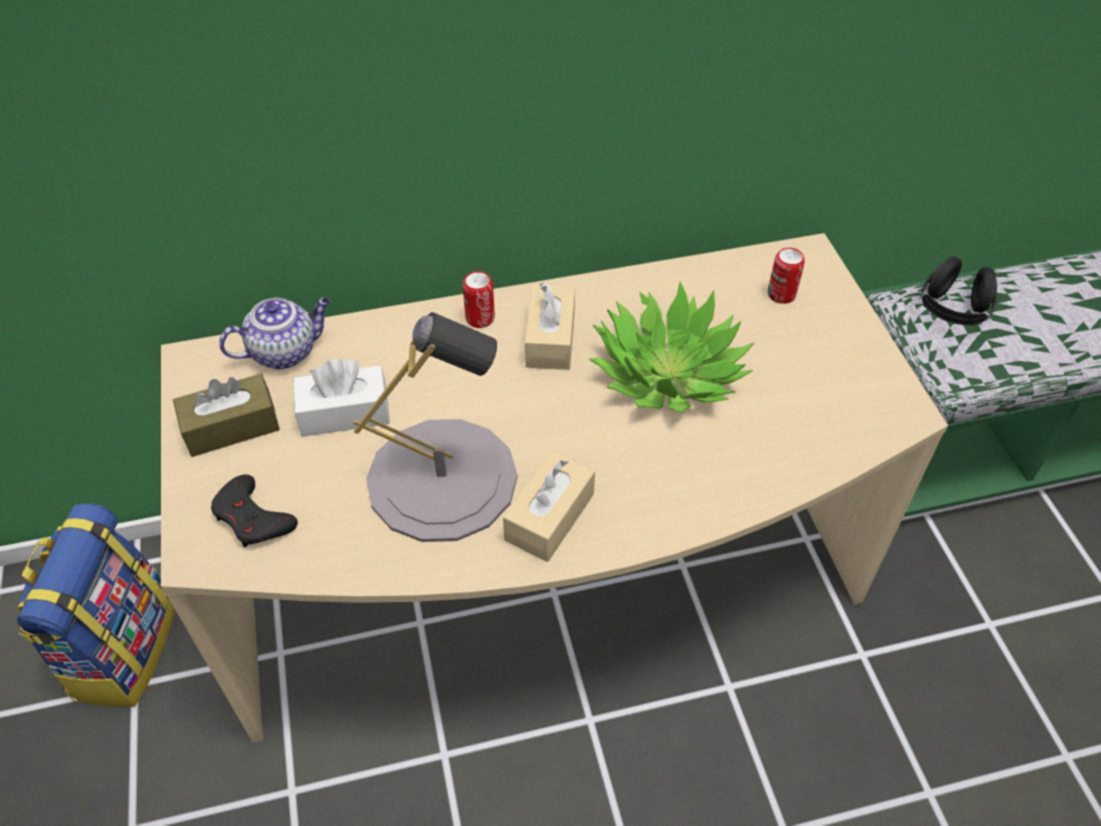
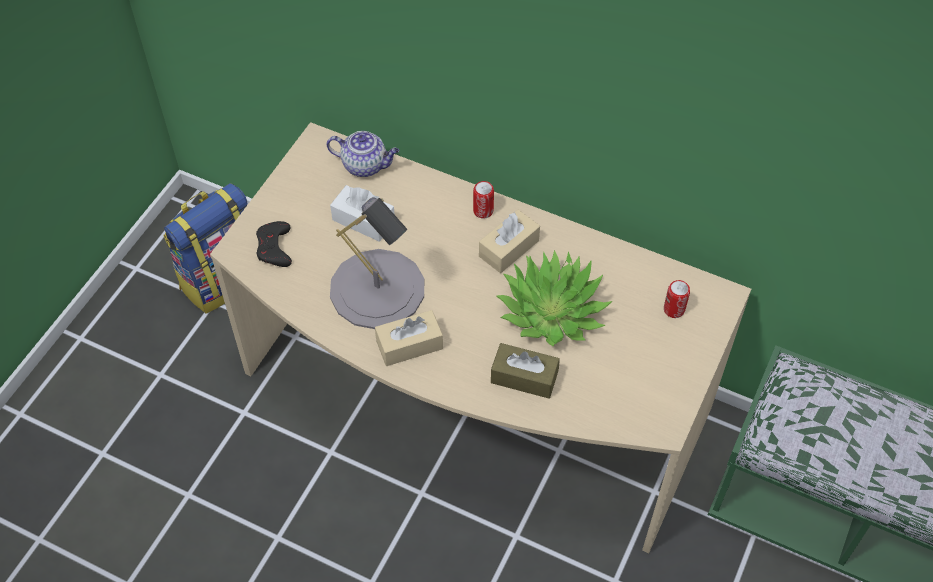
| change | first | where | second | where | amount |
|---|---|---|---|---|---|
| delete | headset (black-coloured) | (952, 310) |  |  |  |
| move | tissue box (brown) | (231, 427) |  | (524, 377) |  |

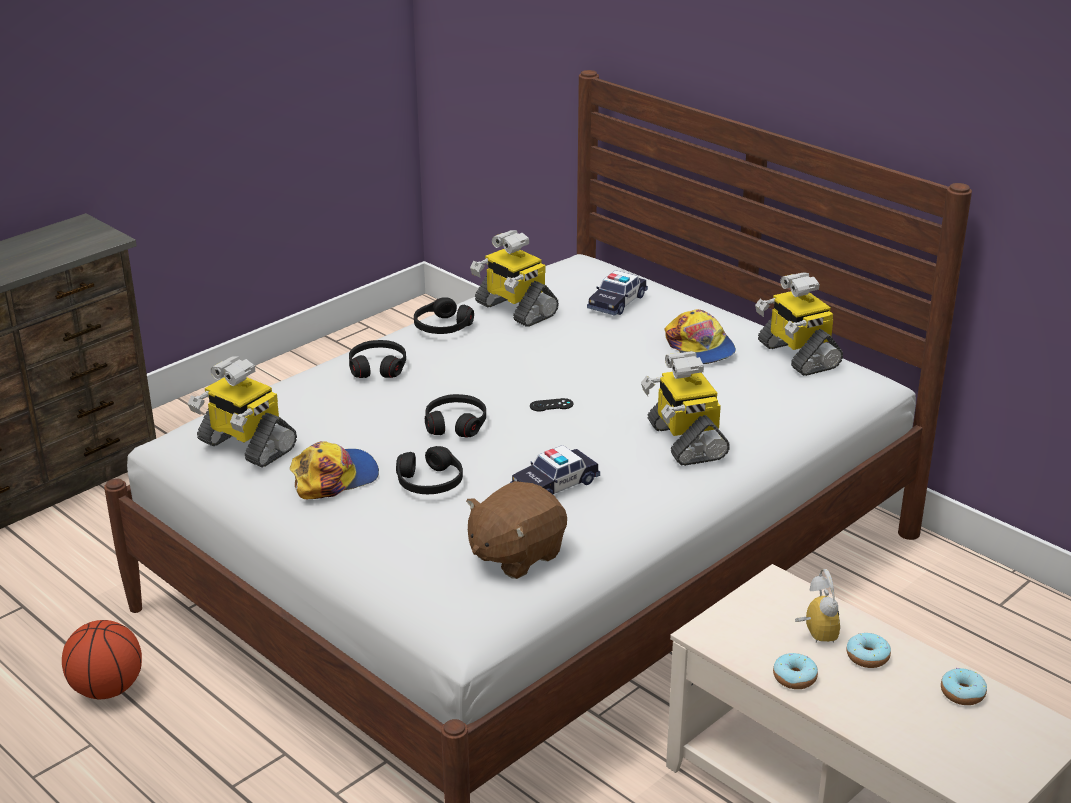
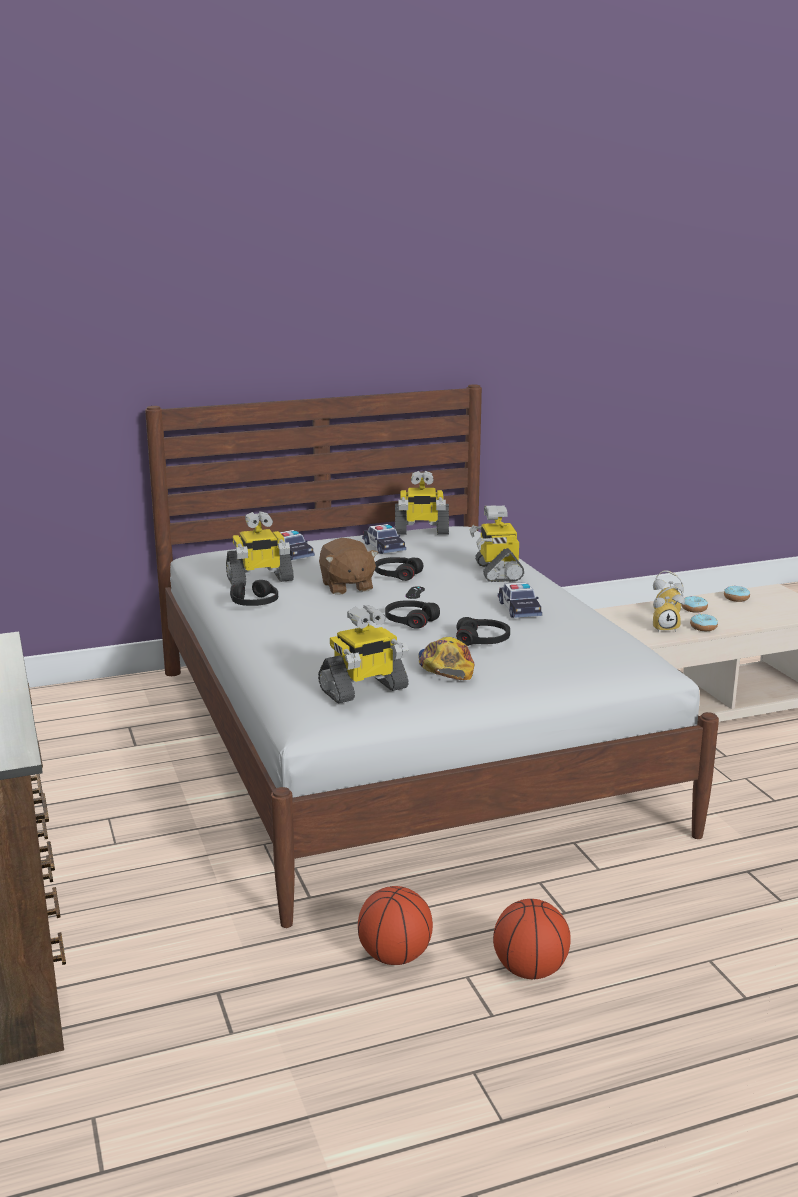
| change | first | where | second | where | amount |
|---|---|---|---|---|---|
| replace | cap | (700, 347) | miniature car | (383, 547) |  |
| move | headset (black-coloured) | (378, 367) |  | (397, 575) |  |
| rotate | toy robot | (684, 441) |  | (497, 571) | 75 degrees clockwise |
| move | cuddly toy (brown) | (515, 554) |  | (346, 586) |  |
| insert |  |  | table clock | (665, 628) |  |
| insert |  |  | basketball ball | (530, 970) |  |

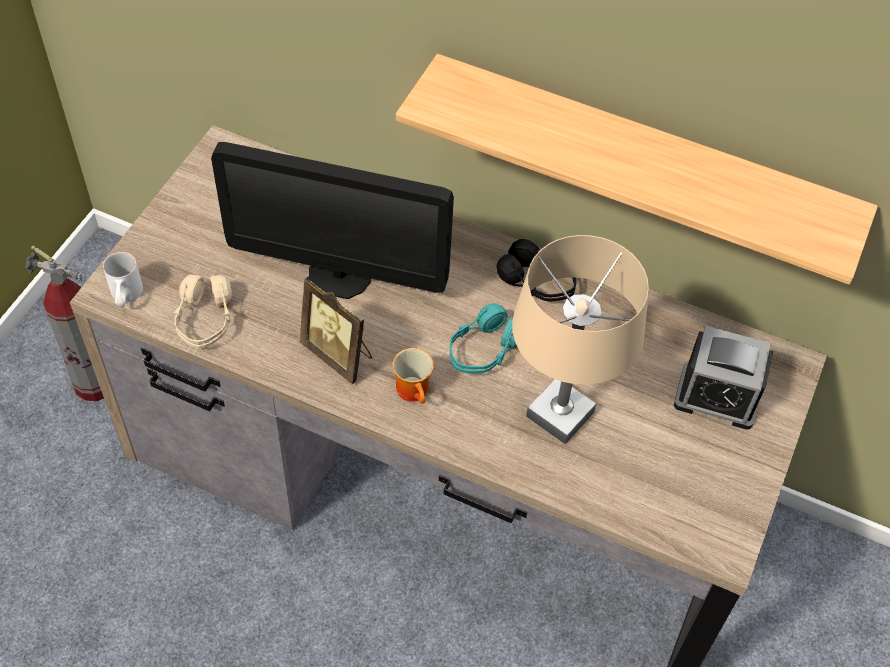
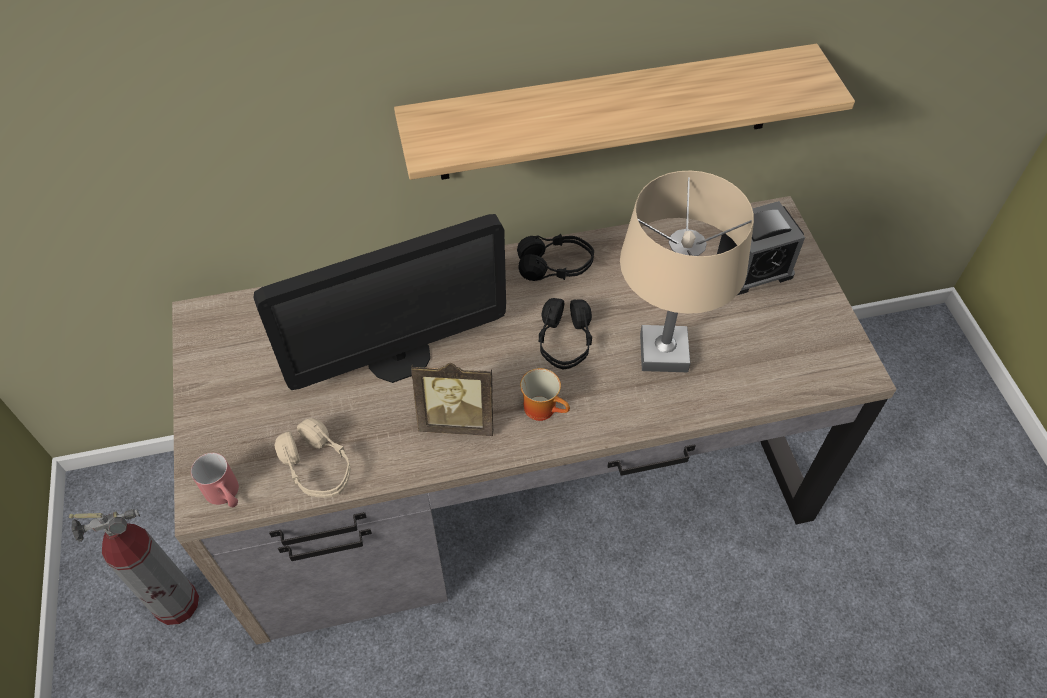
| change | first | where | second | where | amount |
|---|---|---|---|---|---|
| recolor | coffee mug (white-coloured) | (126, 297) | coffee mug (red) | (226, 495) |  |
| recolor | headset (turquoise) | (483, 350) | headset (black-coloured) | (565, 342) |  |

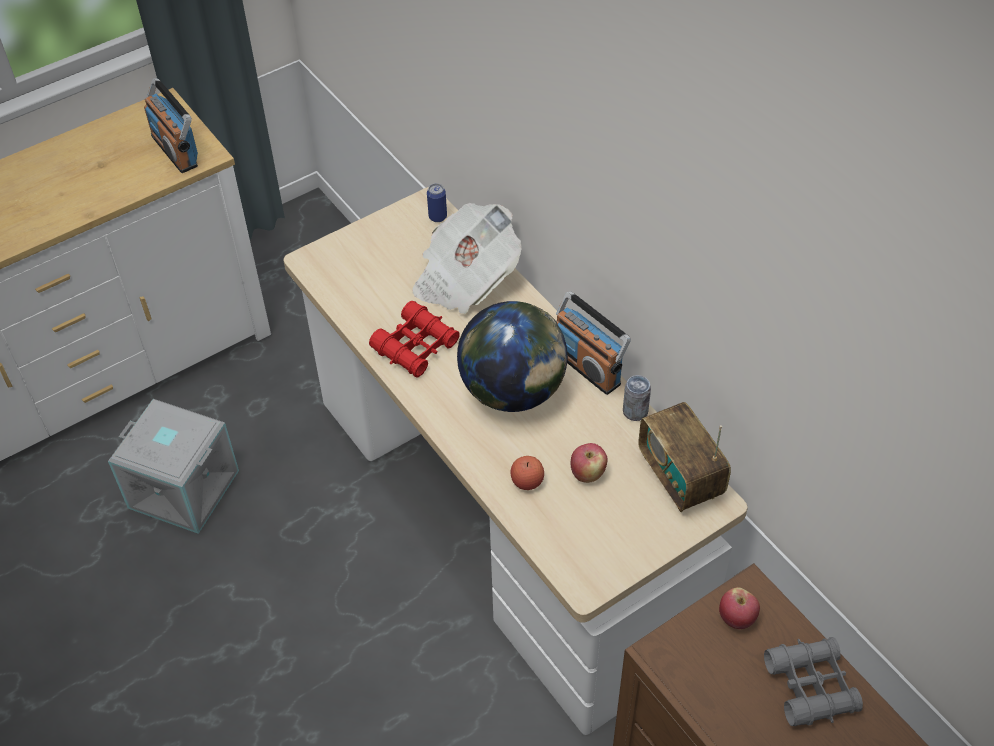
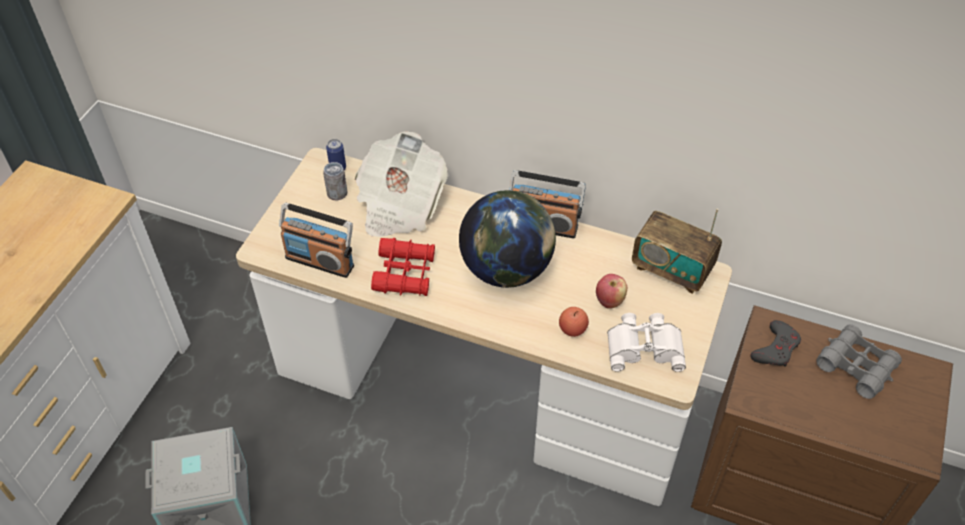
| change | first | where | second | where | amount |
|---|---|---|---|---|---|
| move | radio receiver | (175, 150) |  | (320, 261) |  |
| move | can | (635, 412) |  | (337, 193) |  |
| replace | whole apple | (737, 619) | game controller (greyish) | (776, 348) |  |
| insert |  |  | pair of binoculars (white-coloured) | (644, 346) |  |

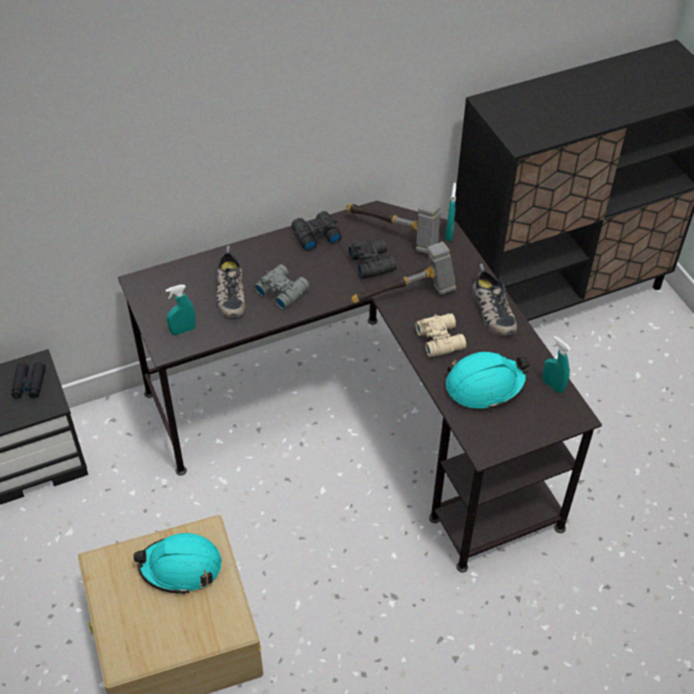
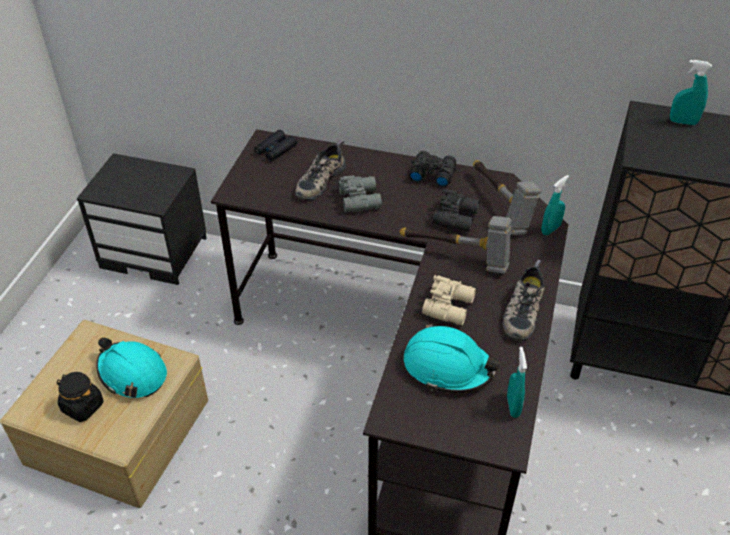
| change | first | where | second | where | amount |
|---|---|---|---|---|---|
| move | sprayer (turquoise) | (183, 330) |  | (683, 122) |  |
| move | pair of binoculars (black-coloured) | (29, 384) |  | (275, 150) |  |
| insert |  |  | storage jar (black-coloured) | (82, 406) |  |

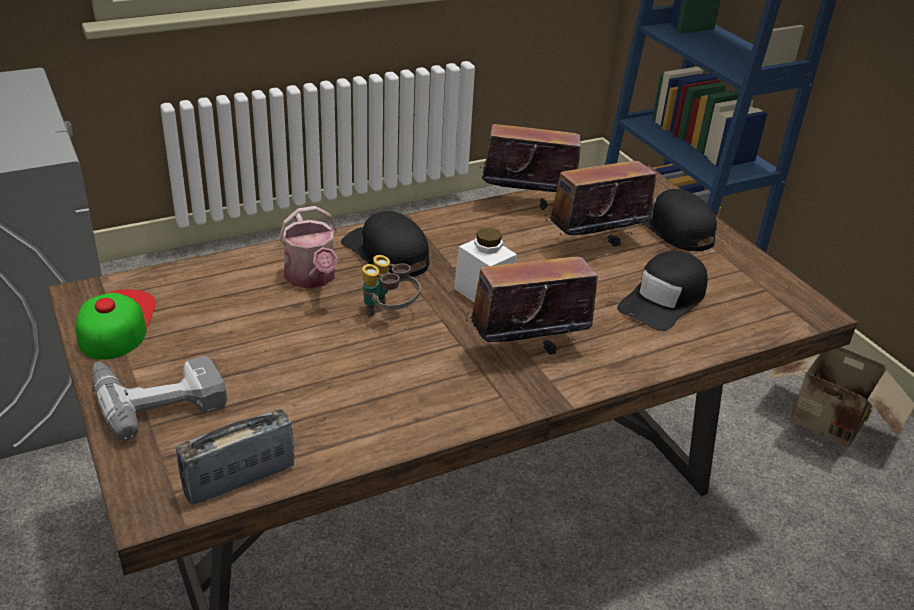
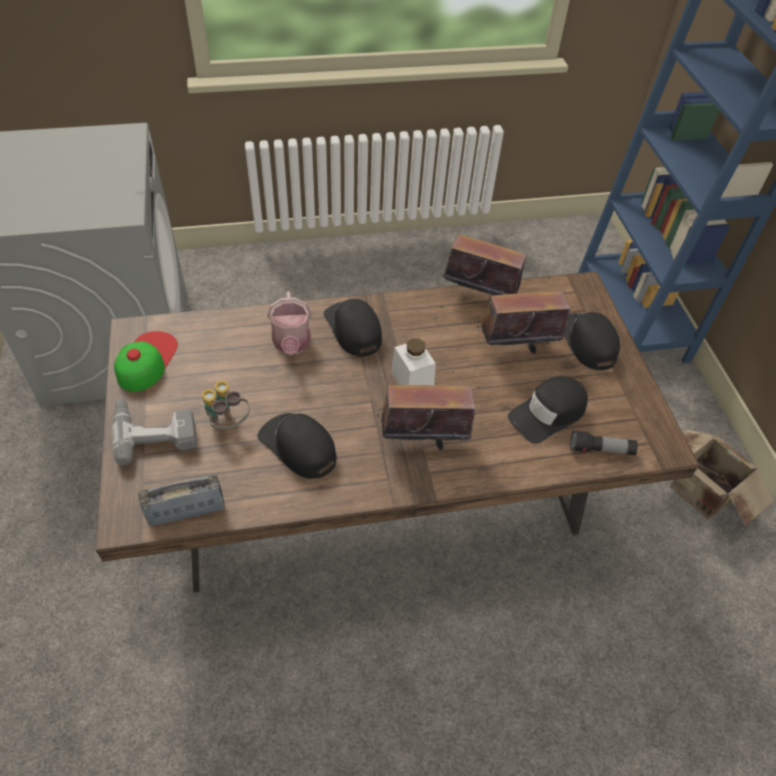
| change | first | where | second | where | amount |
|---|---|---|---|---|---|
| move | pair of binoculars | (388, 314) |  | (228, 423) |  |
| insert |  |  | cap (black-coloured) | (298, 447) |  |
| insert |  |  | torch | (601, 450) |  |

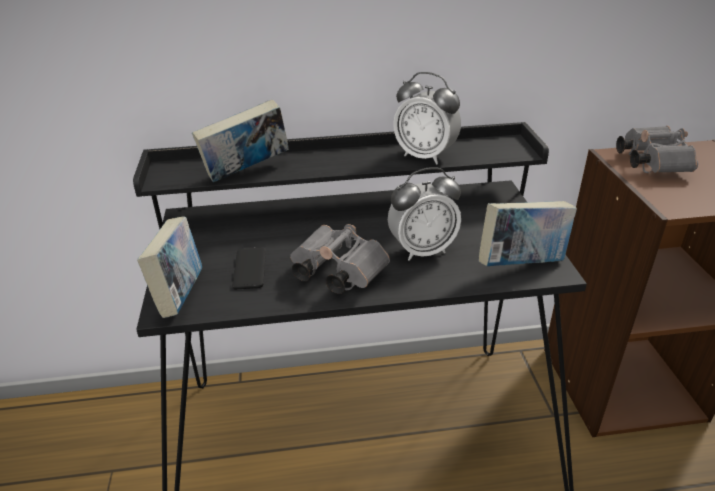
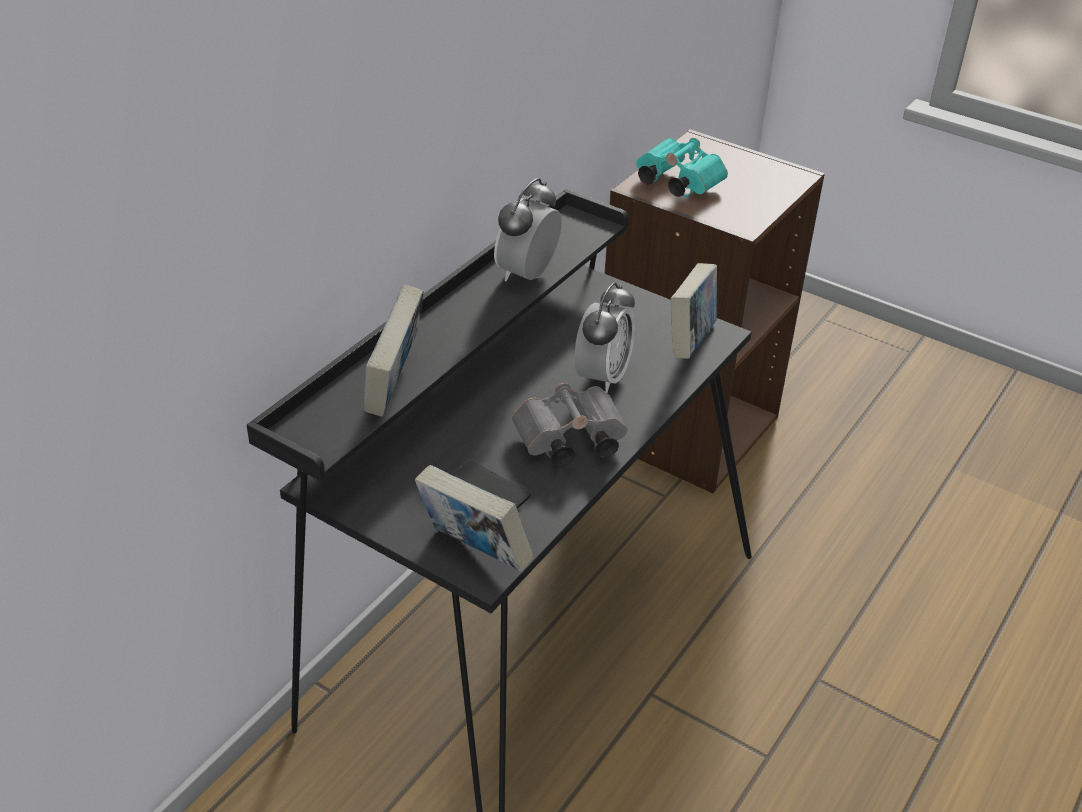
| change | first | where | second | where | amount |
|---|---|---|---|---|---|
| rotate | table clock | (425, 156) |  | (527, 274) | 135 degrees clockwise |
| recolor | pair of binoculars (greyish) | (650, 162) | pair of binoculars (turquoise) | (675, 182) |  |

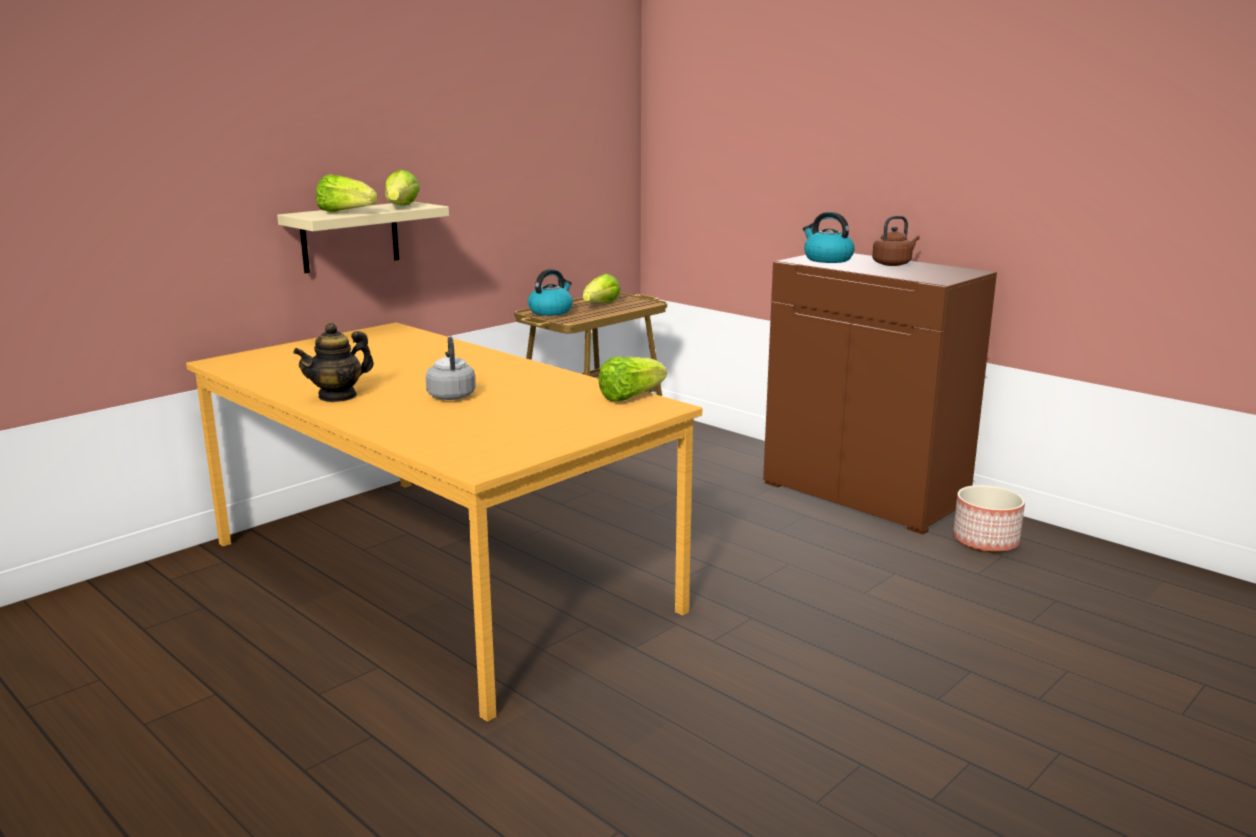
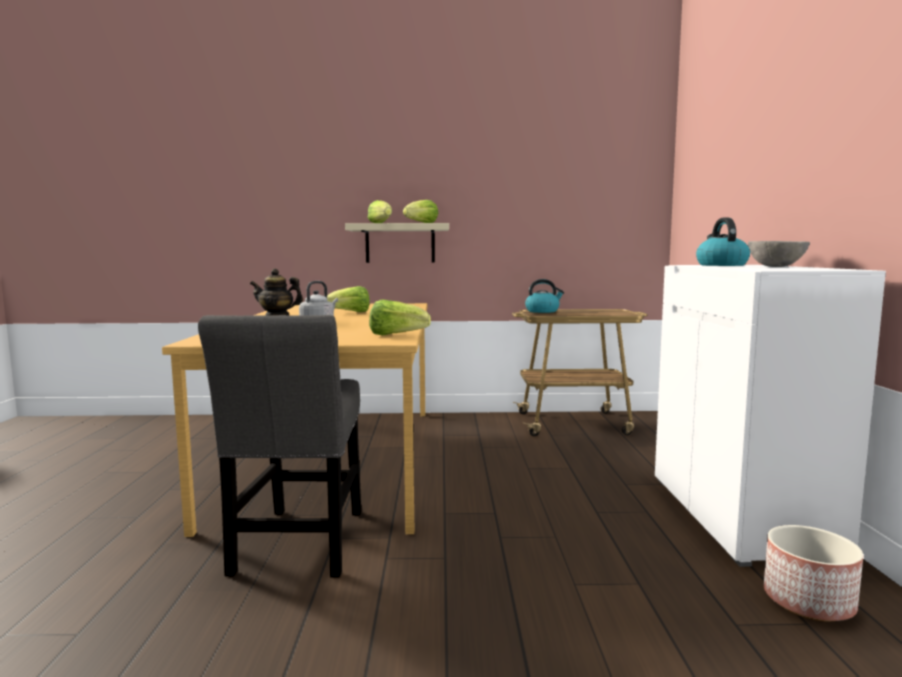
| change | first | where | second | where | amount |
|---|---|---|---|---|---|
| replace | kettle (brown) | (893, 264) | deep dish (greyish) | (777, 267) |  |
| recolor | cabinet (brown) | (865, 494) | cabinet (white-coloured) | (742, 516) |  |
| move | lettuce head | (601, 305) |  | (350, 312) |  |
| insert |  |  | plain chair (greyish) | (299, 545) |  |

